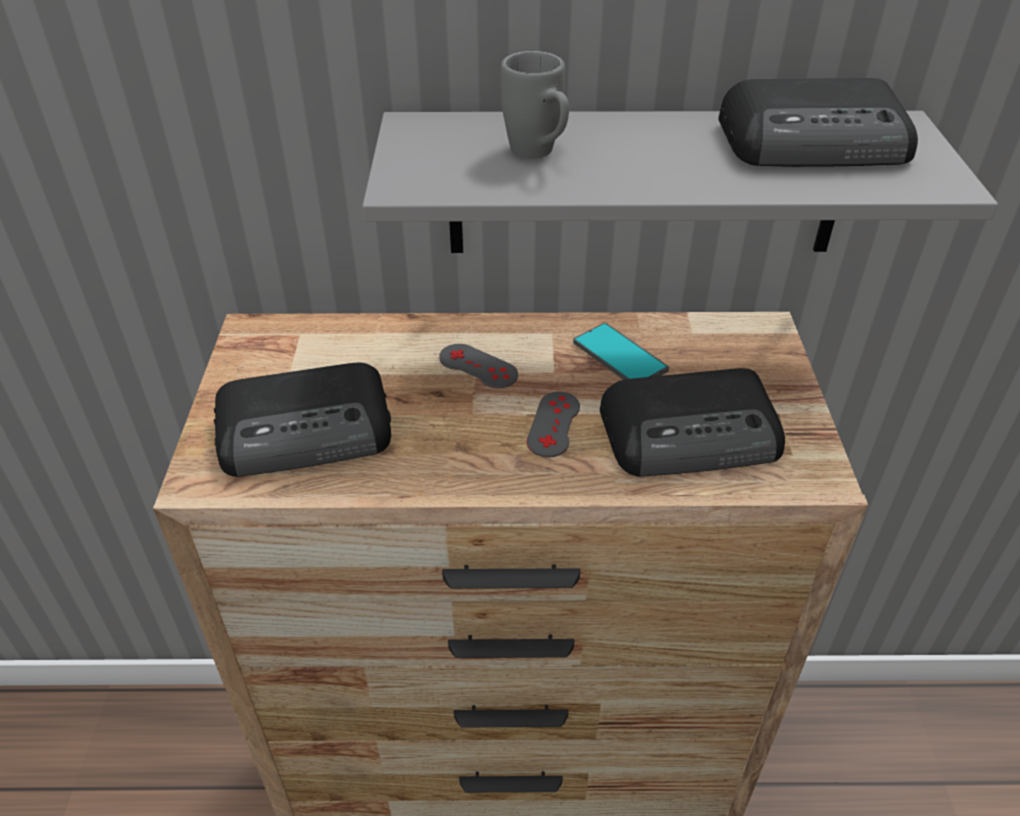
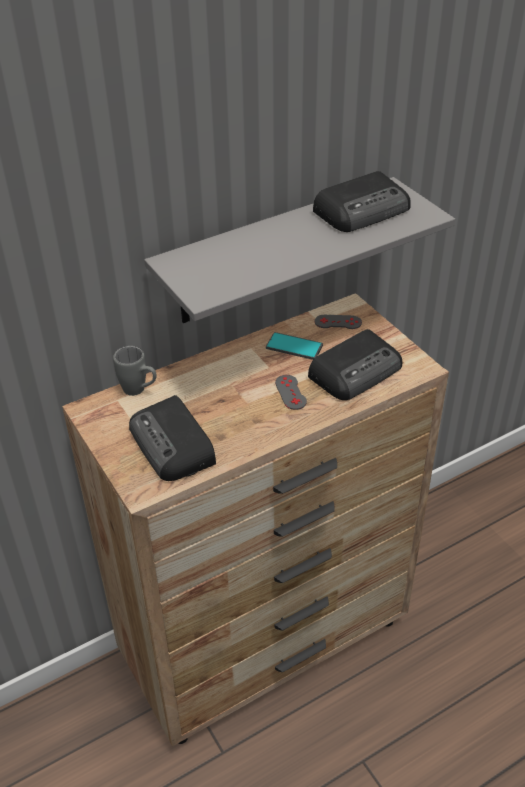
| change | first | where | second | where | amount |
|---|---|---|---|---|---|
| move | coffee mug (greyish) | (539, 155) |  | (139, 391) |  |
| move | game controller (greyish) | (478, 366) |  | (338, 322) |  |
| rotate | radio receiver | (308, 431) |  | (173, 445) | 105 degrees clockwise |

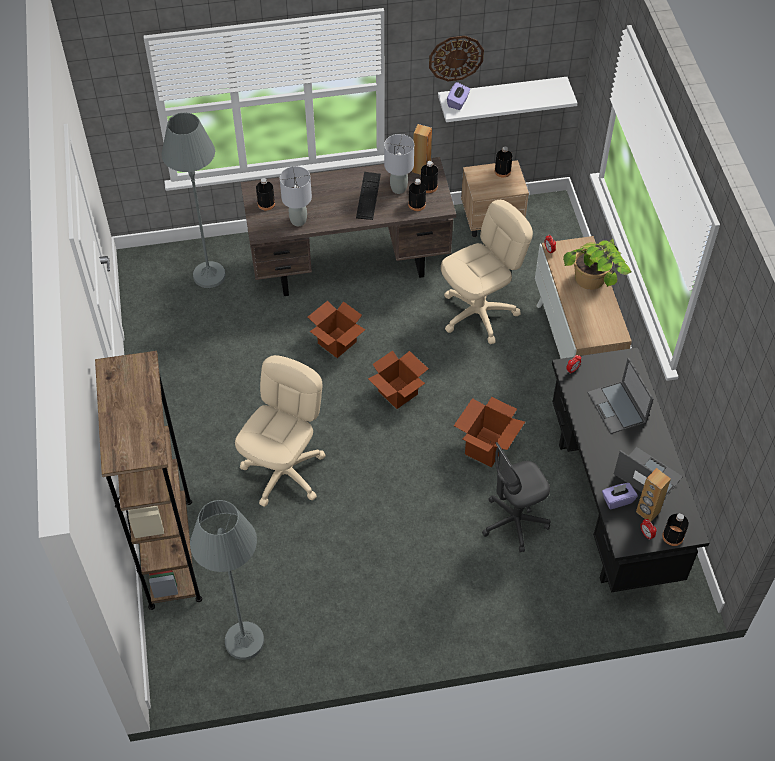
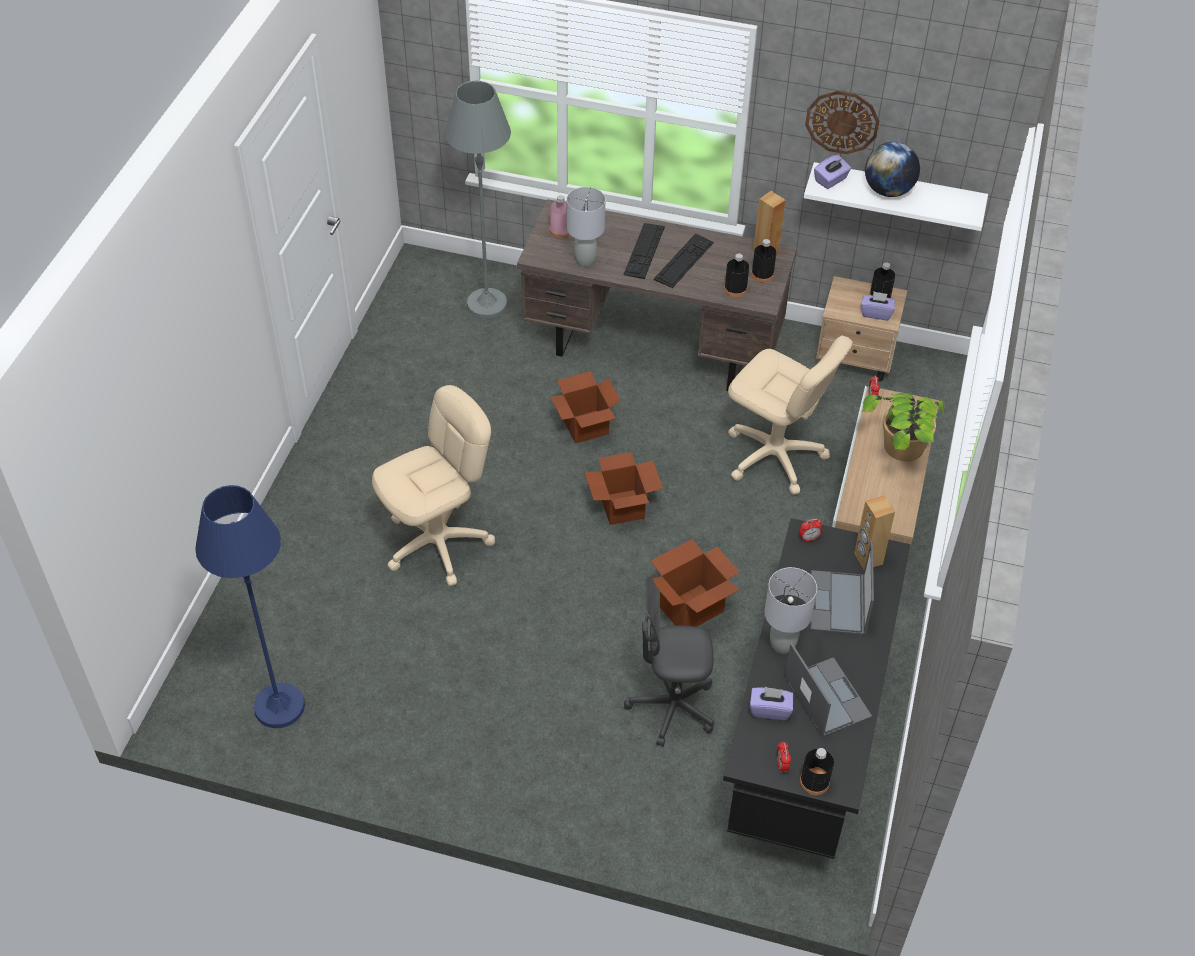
| change | first | where | second | where | amount |
|---|---|---|---|---|---|
| move | lamp for a table (greyish) | (398, 189) |  | (782, 644) |  |
| recolor | bottle (black-coloured) | (266, 204) | bottle (pinkish) | (560, 230) |  |
| rotate | desk chair (beige) | (479, 314) |  | (774, 456) | 45 degrees clockwise |
| delete | bookcase (brown) | (170, 553) |  |  |  |
| move | loudspeaker (brown) | (647, 512) |  | (868, 558) |  |
| recolor | floor lamp (greyish) | (244, 641) | floor lamp (blue) | (279, 706) |  |
| insert |  |  | desk globe | (888, 191) |  |
| insert |  |  | PC keyboard | (644, 250) |  |
| insert |  |  | tissue box (purple-coloured) | (876, 313) |  |

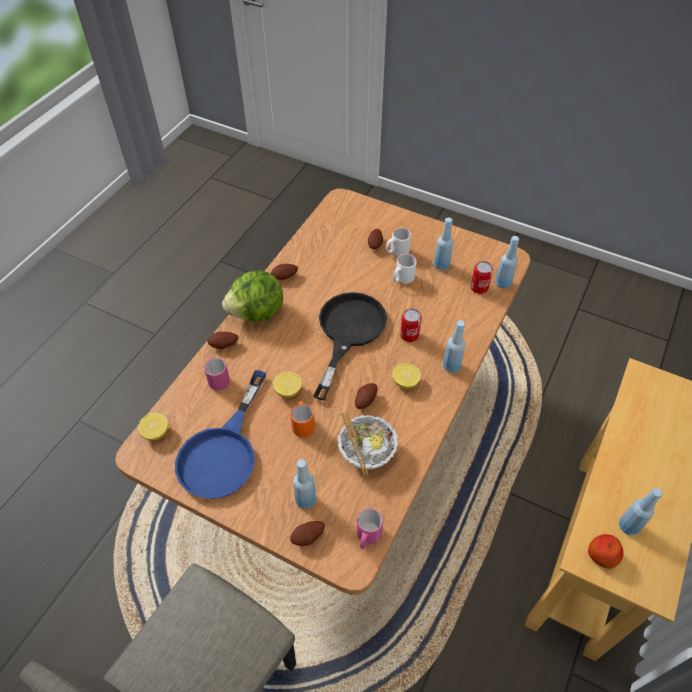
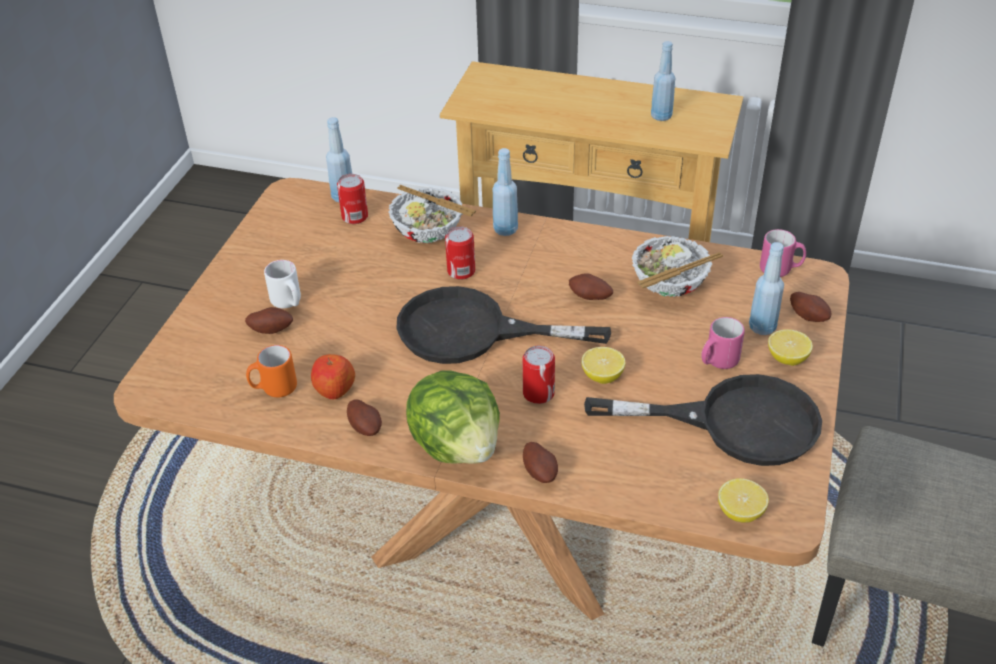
| change | first | where | second | where | amount |
|---|---|---|---|---|---|
| delete | bottle (blue) | (441, 265) |  |  |  |
| delete | coffee mug (white-coloured) | (402, 279) |  |  |  |
| move | coffee mug (pinkish) | (218, 379) |  | (717, 362) |  |
| move | lemon | (405, 382) |  | (787, 358) |  |
| recolor | skillet (blue) | (223, 452) | skillet (black-coloured) | (734, 423) |  |
| move | coffee mug (orange) | (303, 424) |  | (274, 389) |  |
| move | whole apple | (602, 555) |  | (334, 389) |  |
| insert |  |  | deep dish | (428, 232) |  |
| insert |  |  | can | (538, 393) |  |

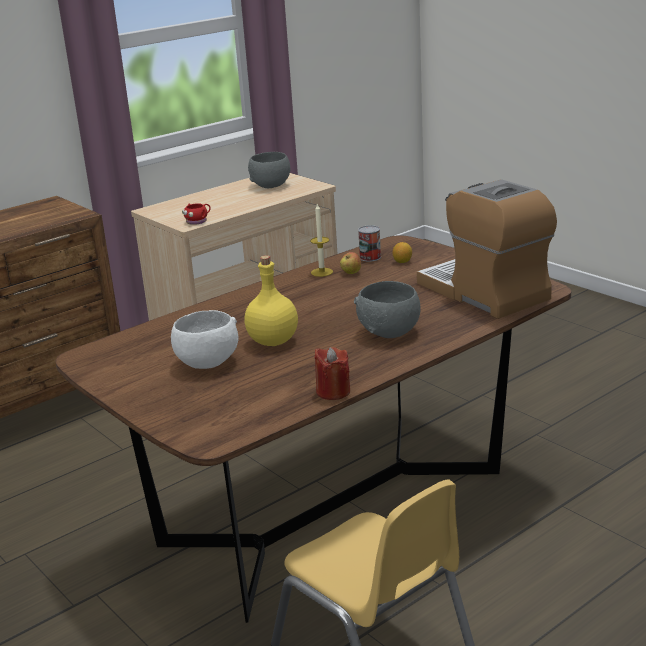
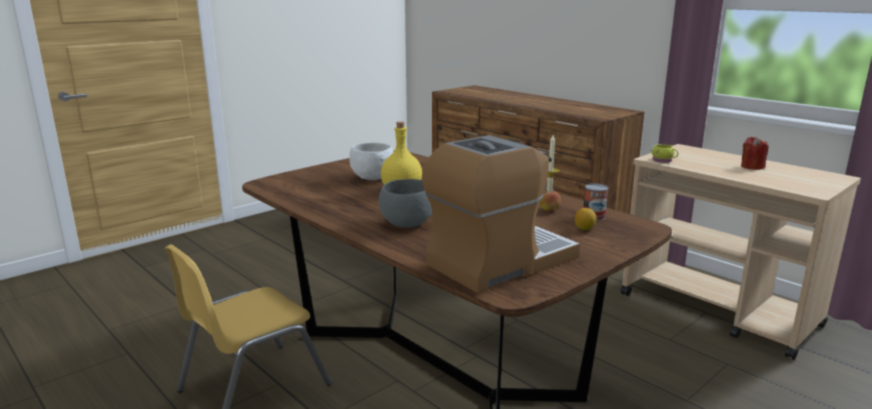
| change | first | where | second | where | amount |
|---|---|---|---|---|---|
| delete | deep dish (greyish) | (271, 185) |  |  |  |
| recolor | coffee mug (red) | (198, 221) | coffee mug (yellow-coloured) | (663, 160) |  |
| move | wax candle (red) | (333, 392) |  | (752, 167) |  |

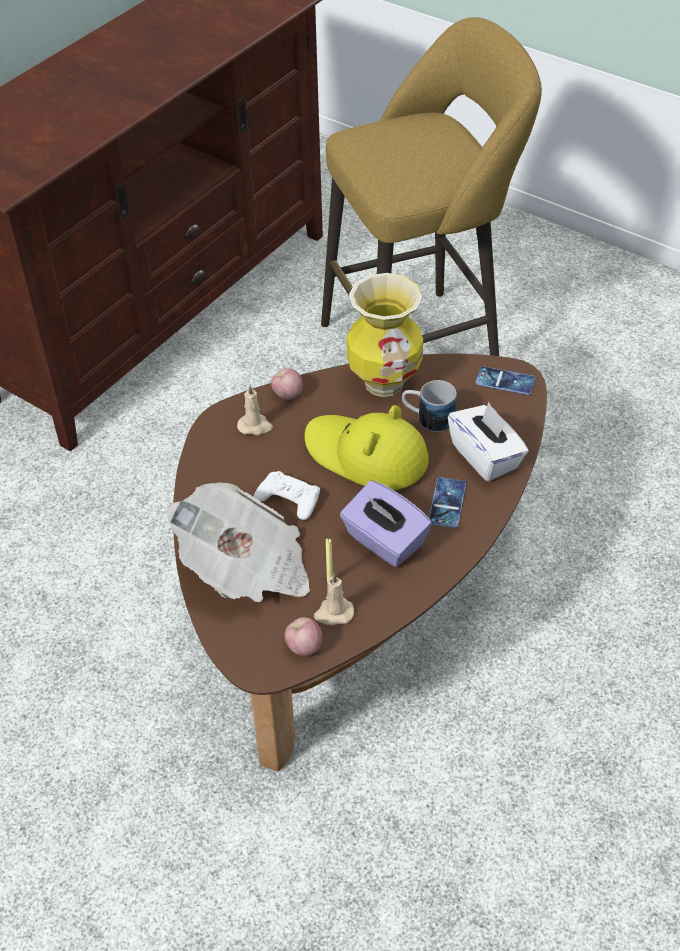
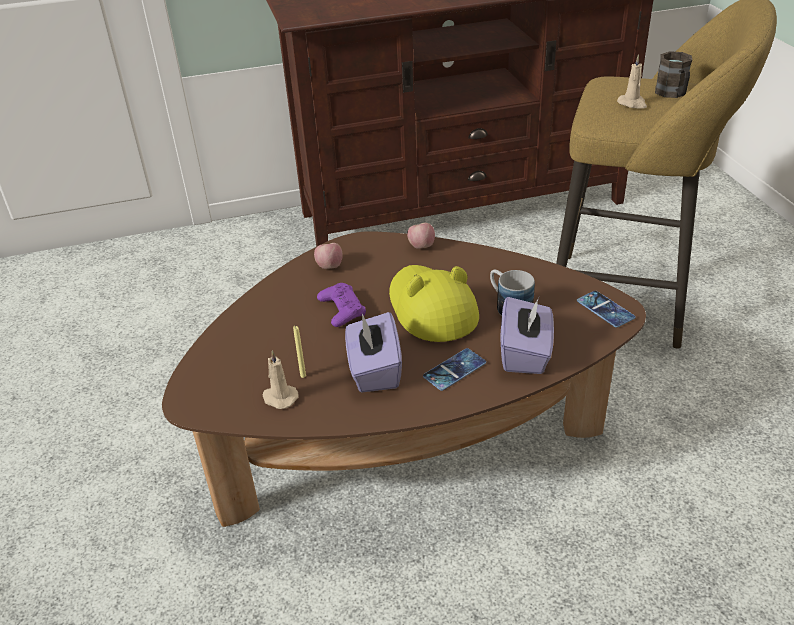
| change | first | where | second | where | amount |
|---|---|---|---|---|---|
| delete | flower vase | (384, 383) |  |  |  |
| move | wax candle (beige) | (255, 426) |  | (632, 104) |  |
| recolor | tissue box (white-coloured) | (486, 456) | tissue box (purple-coloured) | (525, 353) |  |
| recolor | game controller (white-coloured) | (289, 499) | game controller (purple-coloured) | (342, 309) |  |
| delete | daily paper | (246, 568) |  |  |  |
| move | whole apple | (304, 647) |  | (329, 266) |  |
| insert |  |  | coffee mug (brown) | (673, 94) |  |

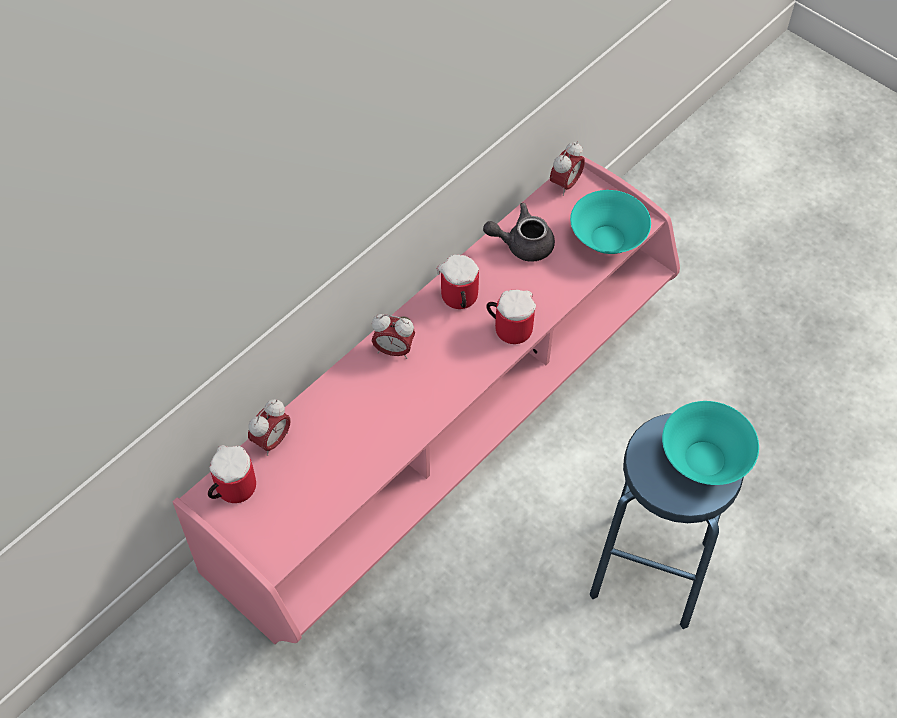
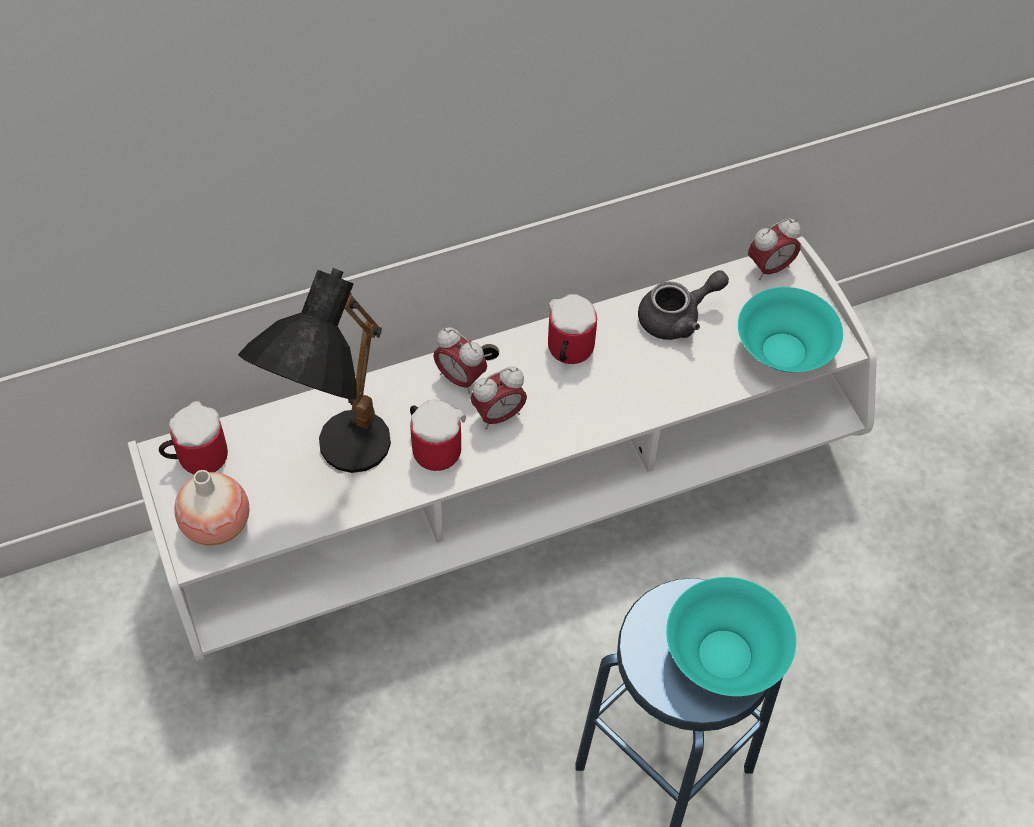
| change | first | where | second | where | amount |
|---|---|---|---|---|---|
| recolor | media console (pinkish) | (448, 435) | media console (white-coloured) | (515, 509) |  |
| rotate | teapot (greyish) | (522, 244) |  | (677, 317) | 135 degrees clockwise |
| move | coffee mug | (509, 326) |  | (434, 445) |  |
| move | table clock | (272, 441) |  | (498, 415) |  |
| insert |  |  | lamp for a table (black-coloured) | (337, 461) |  |
| insert |  |  | flower vase | (216, 524) |  |

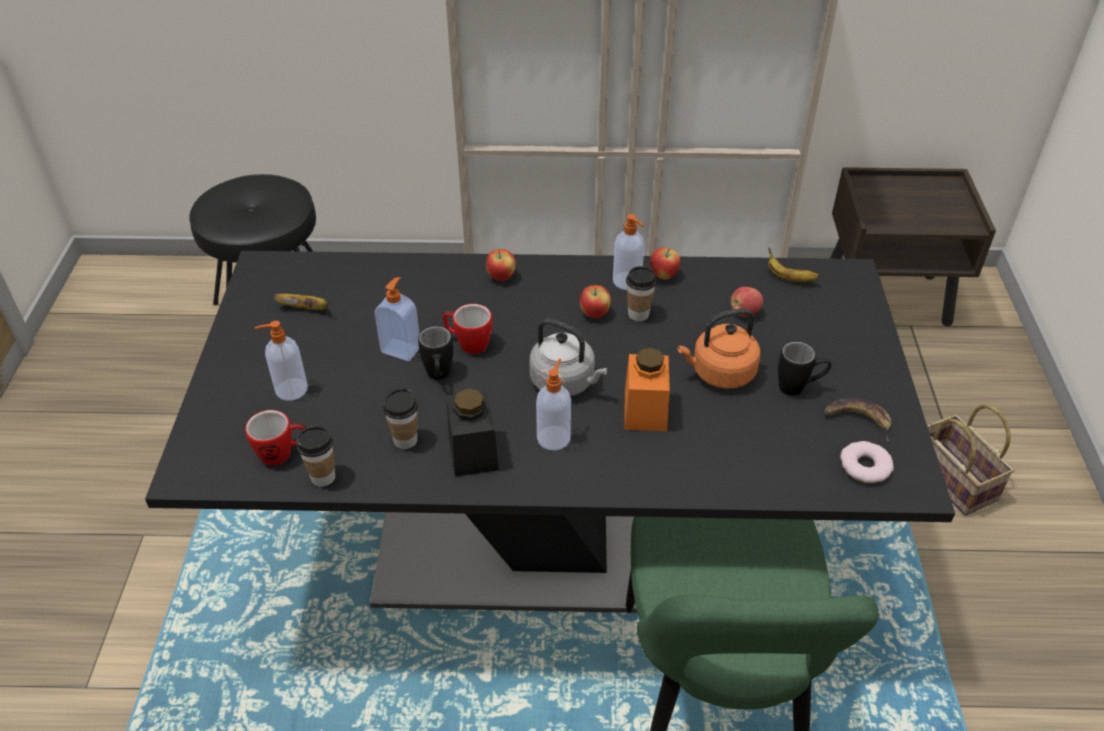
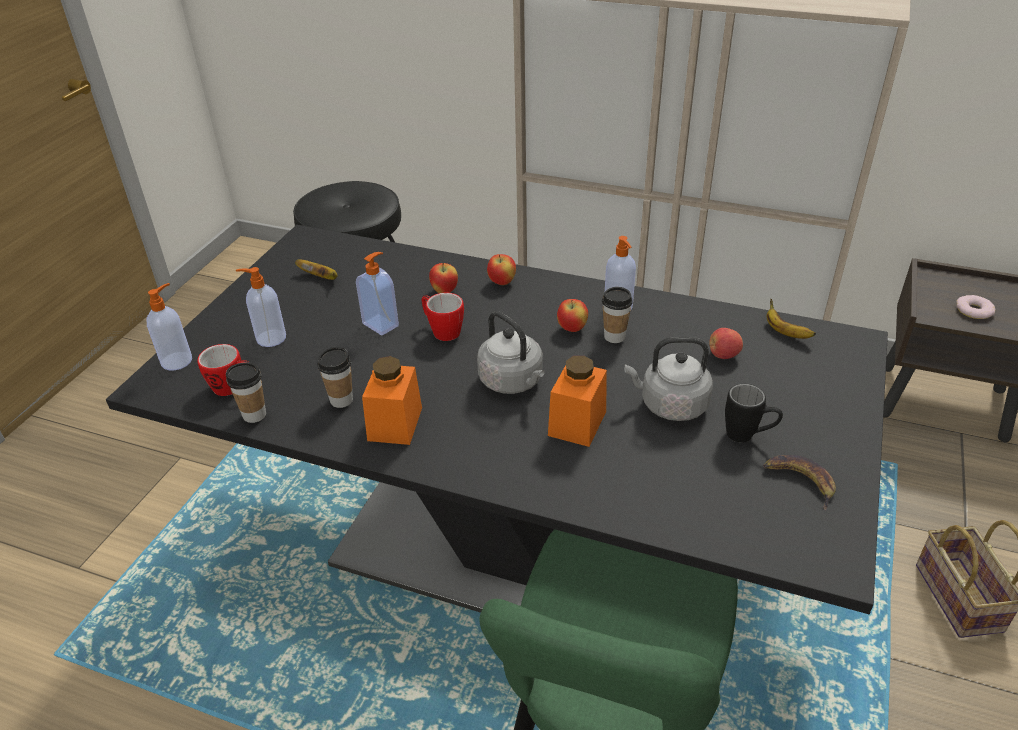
| change | first | where | second | where | amount |
|---|---|---|---|---|---|
| move | whole apple | (663, 276) |  | (444, 291) |  |
| recolor | kettle (orange) | (719, 373) | kettle (greyish) | (670, 405) |  |
| delete | coffee mug (black-coloured) | (439, 377) |  |  |  |
| move | soap dispenser | (554, 437) |  | (178, 360) |  |
| recolor | storage jar (black-coloured) | (473, 452) | storage jar (orange) | (395, 424) |  |
| move | ring doughnut | (865, 466) |  | (973, 310) |  |

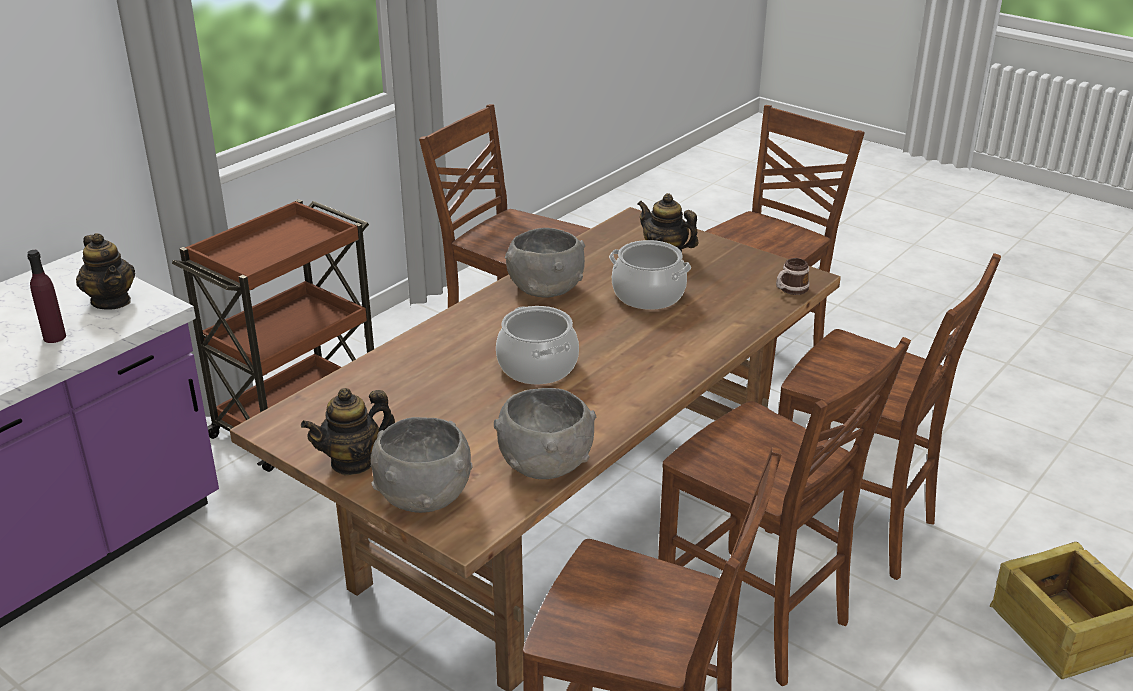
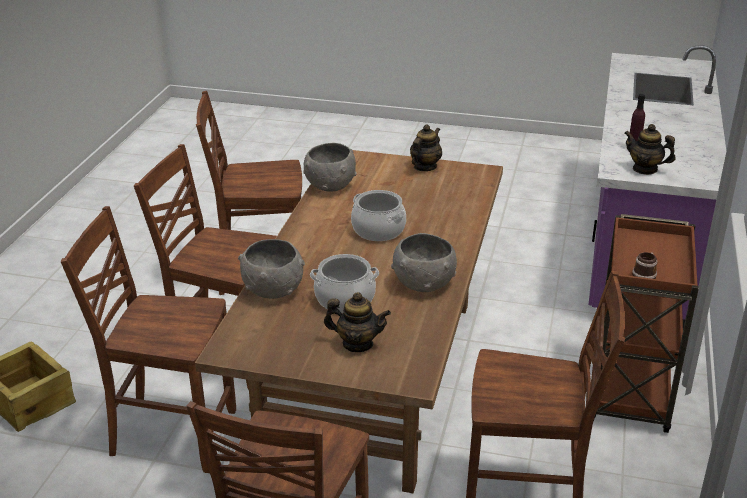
| change | first | where | second | where | amount |
|---|---|---|---|---|---|
| move | coffee mug | (790, 289) |  | (645, 274) |  |
| move | deep dish (greyish) | (423, 496) |  | (273, 291) |  |

